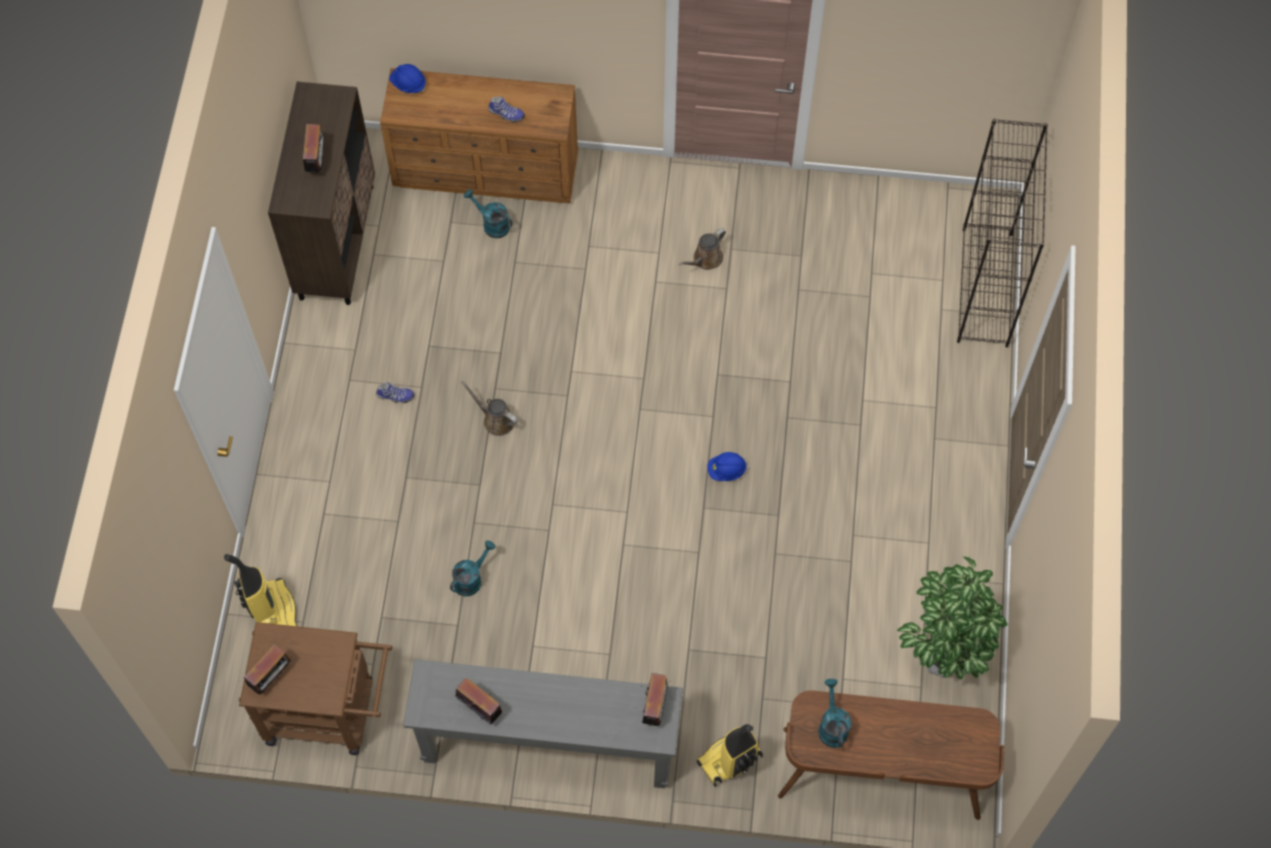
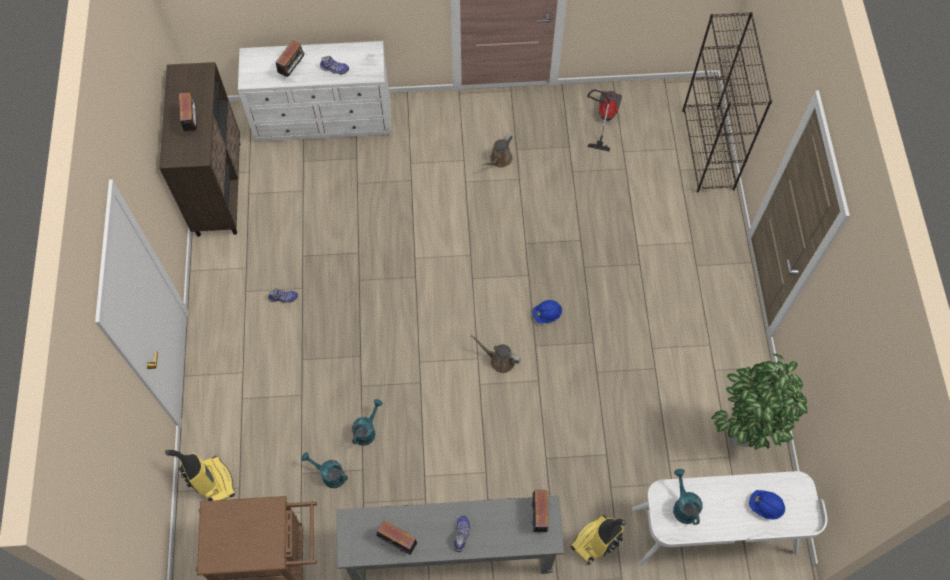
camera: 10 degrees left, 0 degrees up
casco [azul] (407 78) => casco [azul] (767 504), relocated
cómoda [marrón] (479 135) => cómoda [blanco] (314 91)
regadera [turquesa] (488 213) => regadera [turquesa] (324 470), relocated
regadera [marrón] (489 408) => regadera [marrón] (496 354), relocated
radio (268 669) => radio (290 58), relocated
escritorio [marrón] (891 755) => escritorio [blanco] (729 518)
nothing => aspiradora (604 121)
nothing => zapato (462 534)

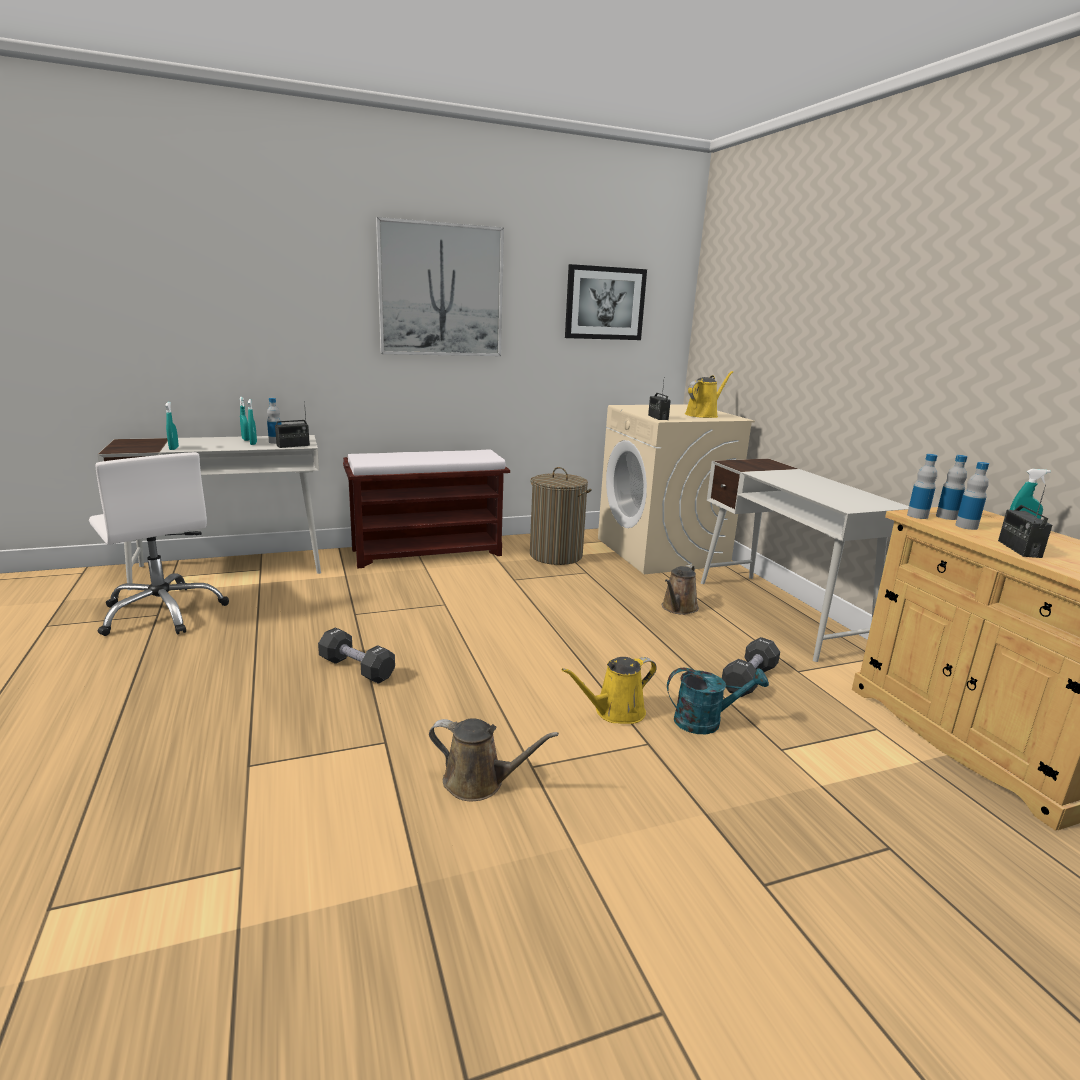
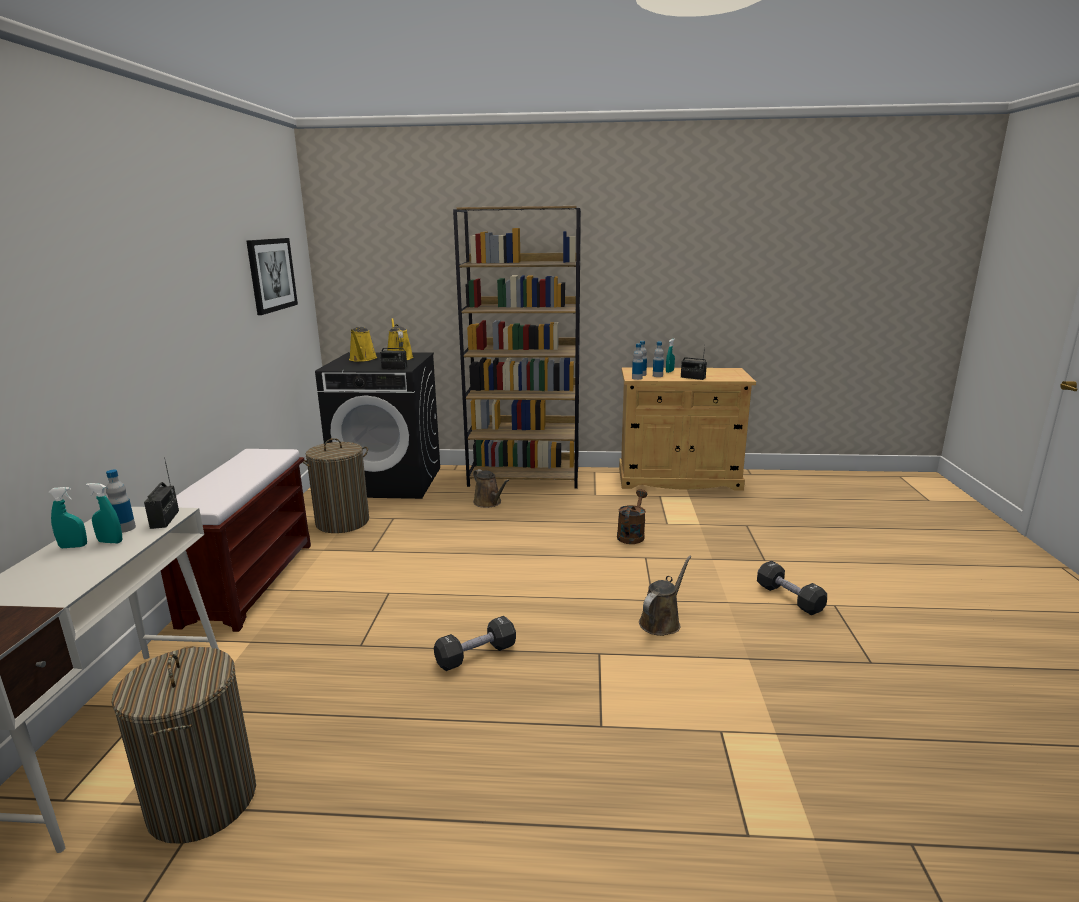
camera: 65 degrees left, 0 degrees up
cuadro (440 286) => nothing
pulverizador [turquesa] (172 426) => nothing
lavadora [beis] (676 489) => lavadora [negro] (377 425)
silla de oficina [blanco] (159 544) => cesto de la ropa (183 745)
escritorio [blanco] (805 560) => estantería [marrón] (517 347)
mancuerna [negro] (751 667) => mancuerna [negro] (792 588), relocated
regadera [amarillo] (609 690) => regadera [amarillo] (363 344), relocated
regadera [turquesa] (718 701) => regadera [marrón] (632 516)

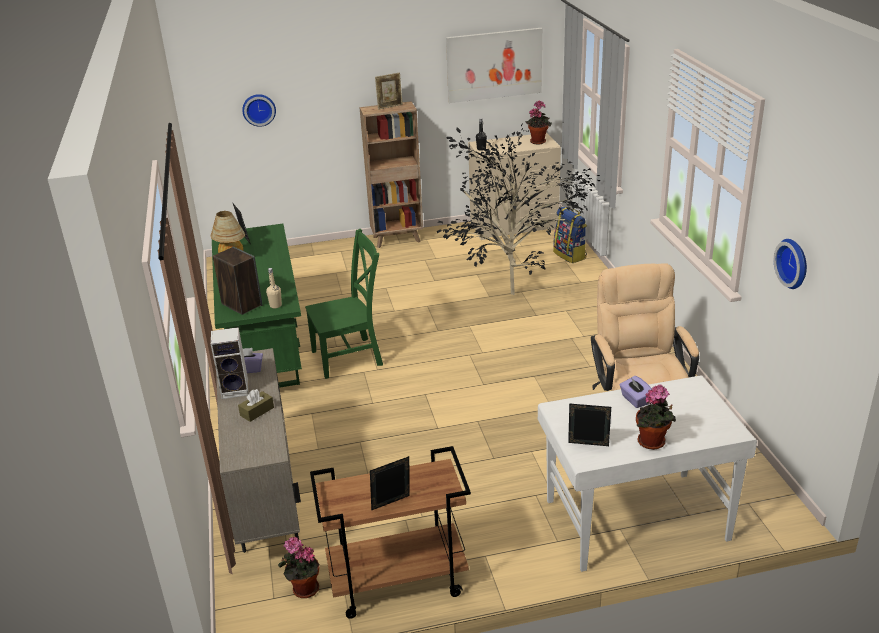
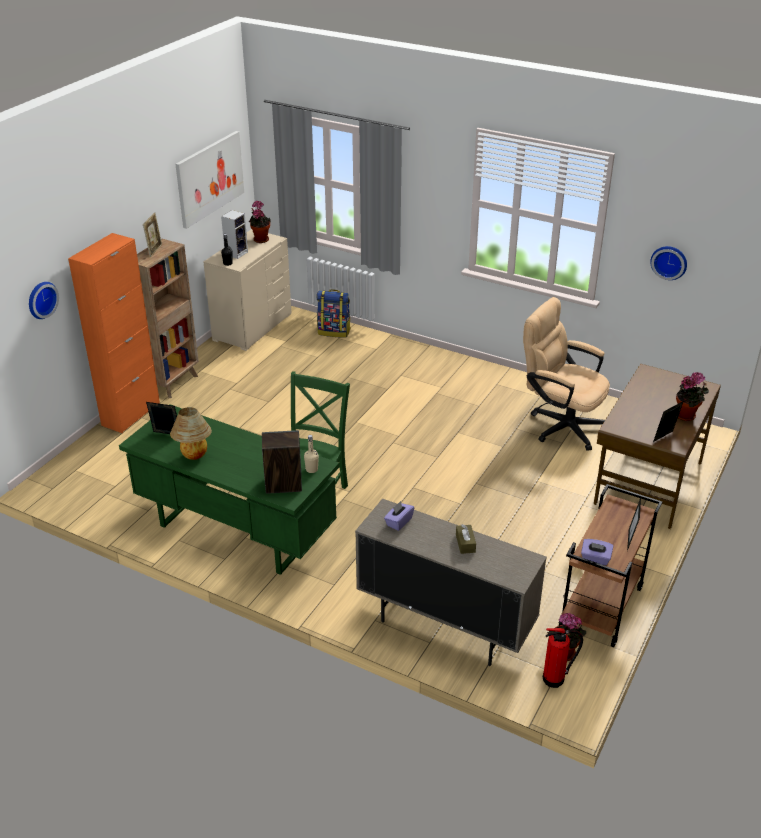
camera: 50 degrees left, 5 degrees up
planta en maceta (518 209) => nothing
altavoz (230 363) => altavoz (234 234), relocated
escritorio [blanco] (647 473) => escritorio [marrón] (657 446)
caja de pañuelos [morado] (636 392) => caja de pañuelos [morado] (597 552), relocated
nothing => armario [naranja] (114 333)
nothing => extintor (563 658)

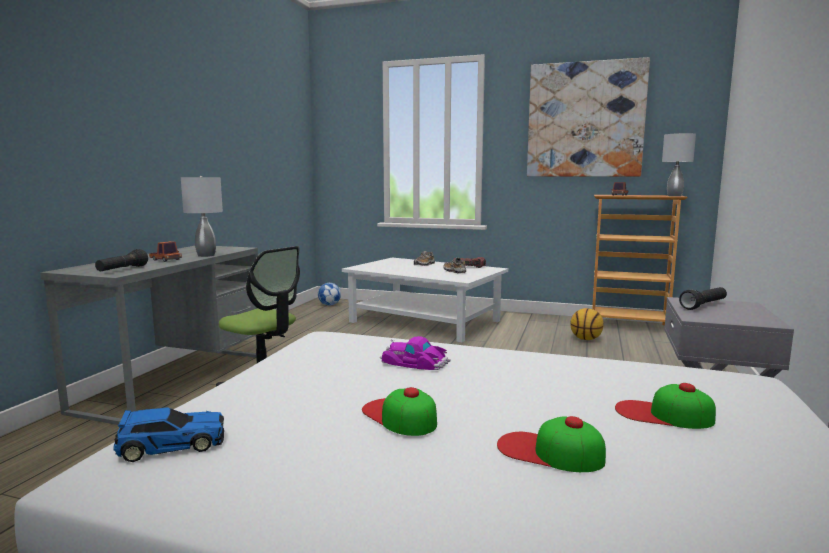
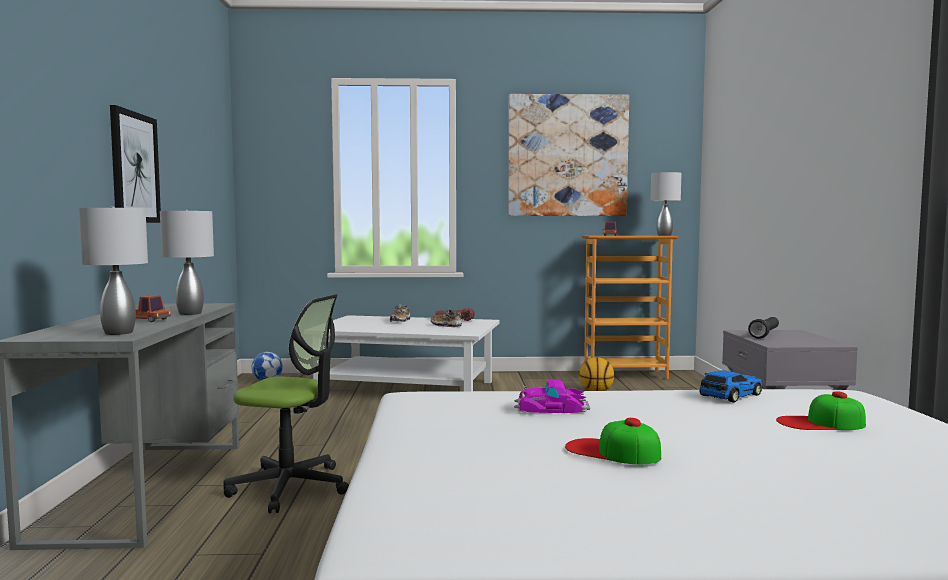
camera: 20 degrees left, 5 degrees down
linterna [negro] (121 260) => lámpara de mesa [gris] (113 270)
coche de juguete (169 434) => coche de juguete (731 386), relocated
gorra (551 444) => nothing
nothing => cuadro (135 164)

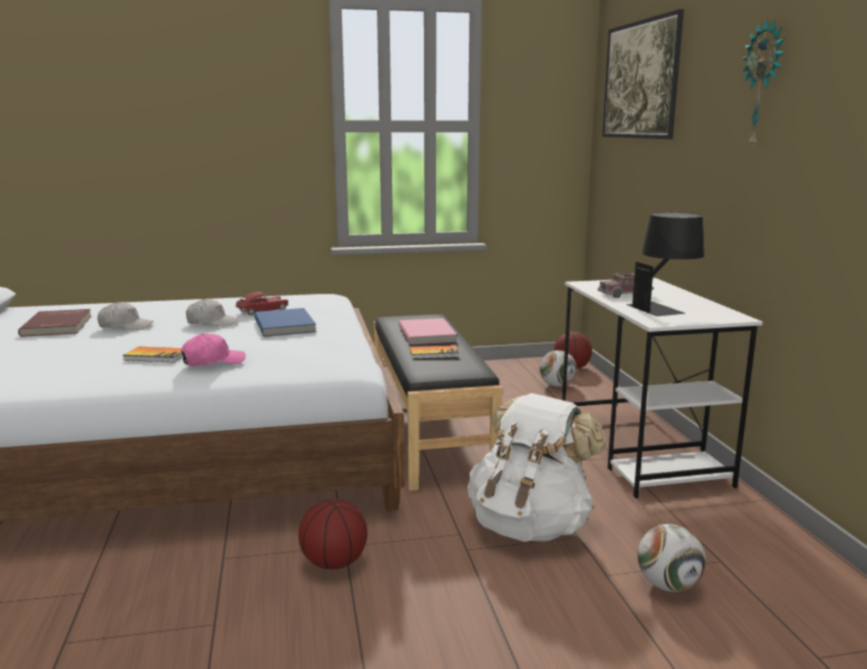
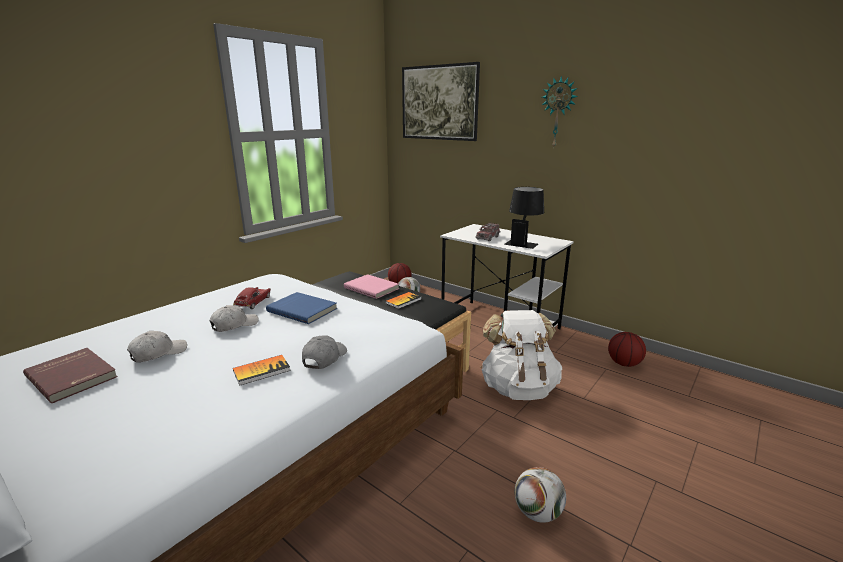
camera: 40 degrees left, 5 degrees up
gorra [rosa] (213 349) => gorra [gris] (324 352)
balón de baloncesto (333 534) => balón de baloncesto (627 349), relocated
balón de fútbol (671 558) => balón de fútbol (540 495), relocated

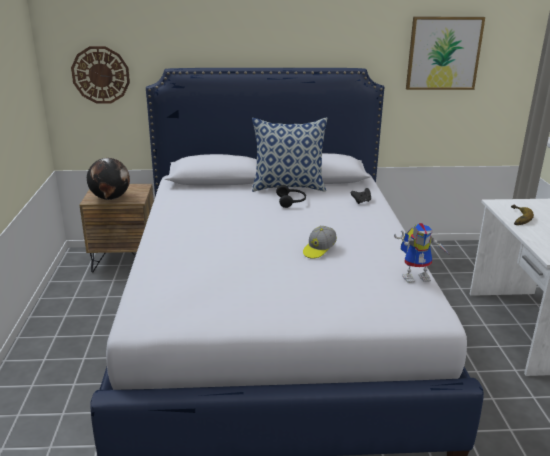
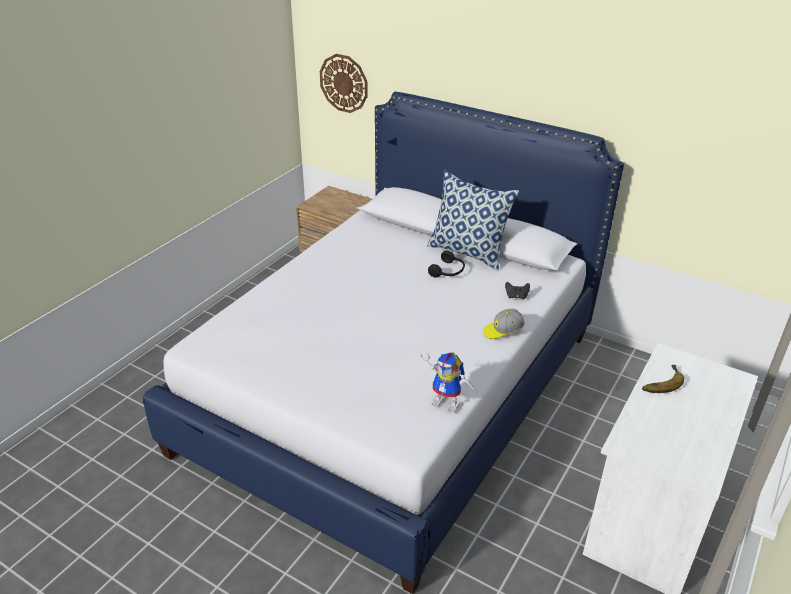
camera: 35 degrees right, 10 degrees up
cuadro (445 53) => nothing
globo terráqueo (108 179) => nothing
gorra (320 242) => gorra (504 324), relocated

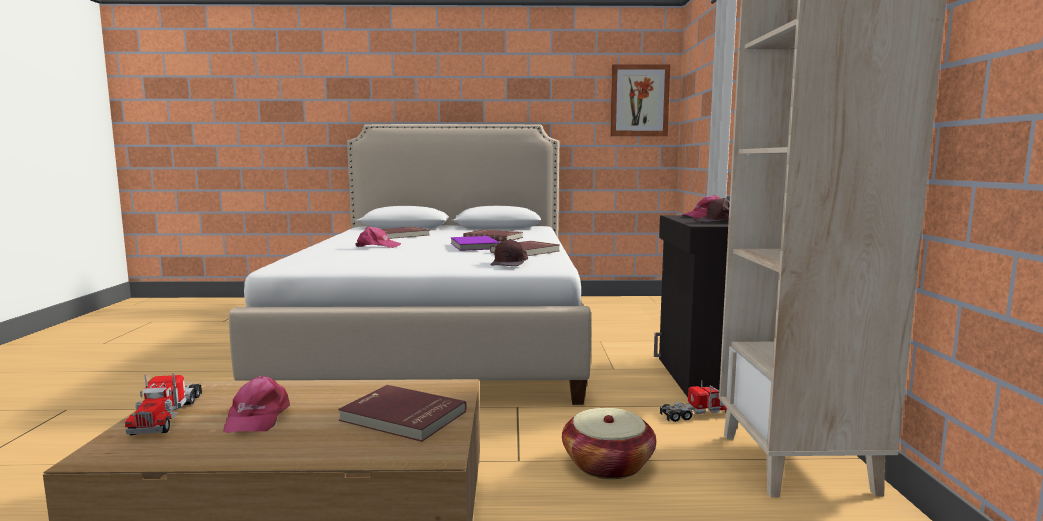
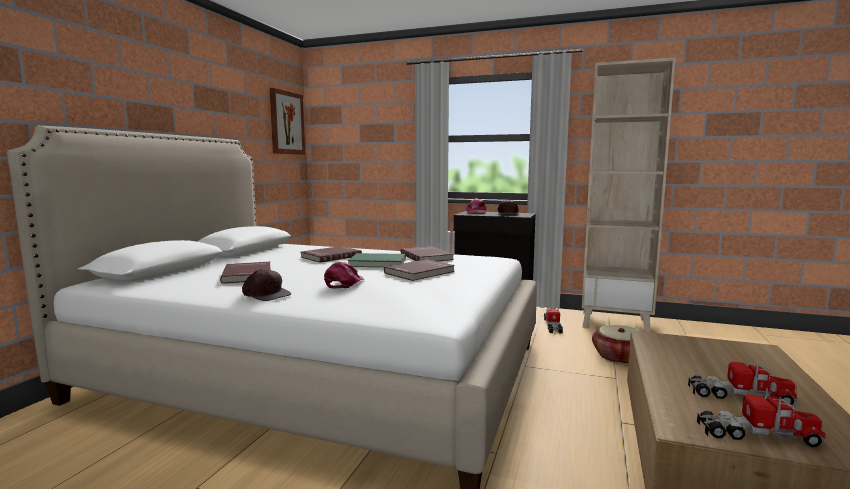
camera: 70 degrees left, 0 degrees up
libro [morado] (475 243) => libro [verde] (377 260)
gorra [marrón] (509 252) => gorra [marrón] (267 285), relocated
gorra [rosa] (256 404) => camión de juguete (743 381)
libro [rojo] (402 413) => libro [rojo] (419 270), relocated

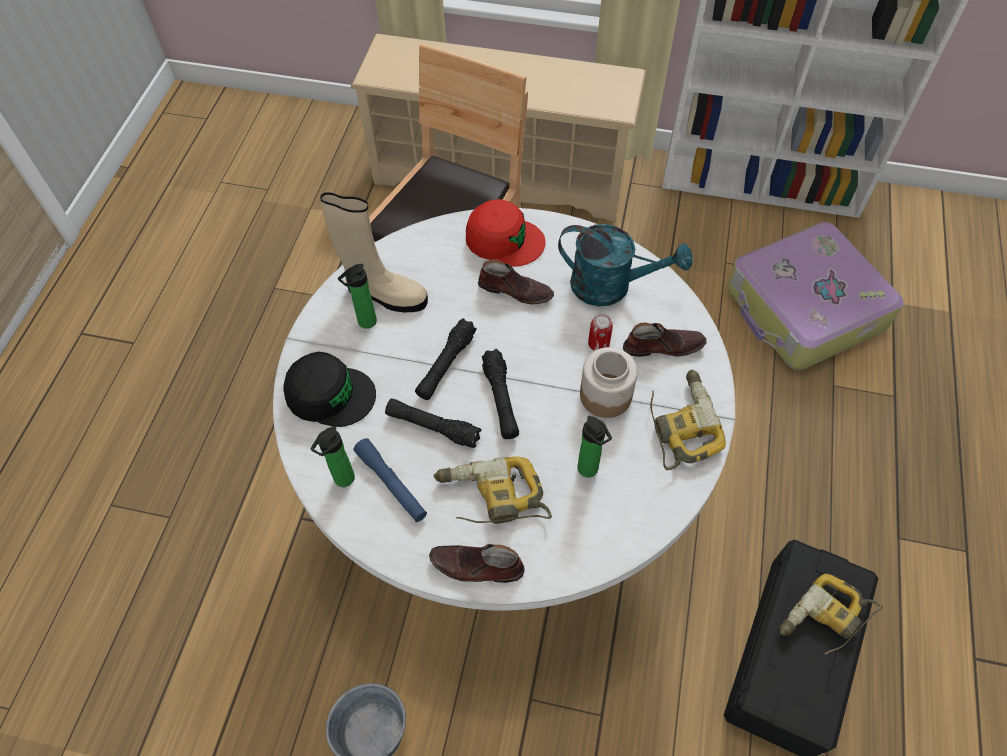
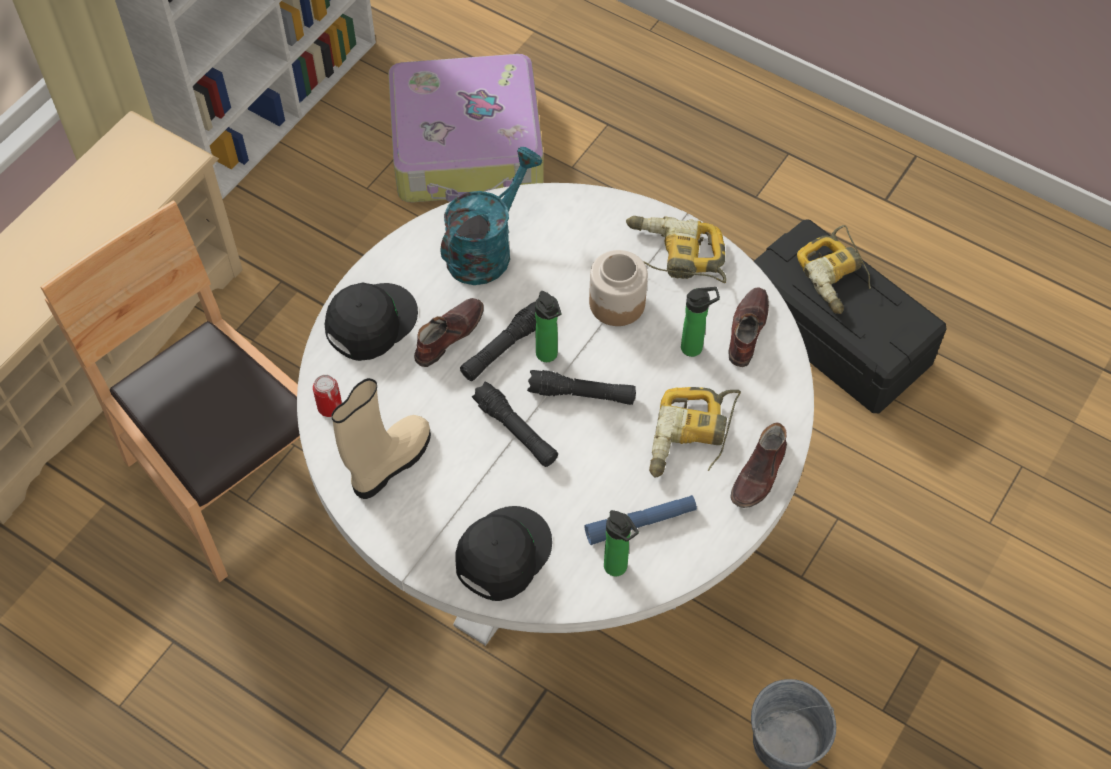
camera: 70 degrees left, 0 degrees up
gorra [rojo] (505 233) => gorra [negro] (371 322)
botella (357 296) => botella (548 326), relocated
lata (600 332) => lata (327 396), relocated
zapato [marrón] (664 340) => zapato [marrón] (748 327), relocated
linterna [negro] (433 423) => linterna [negro] (498 341), relocated

